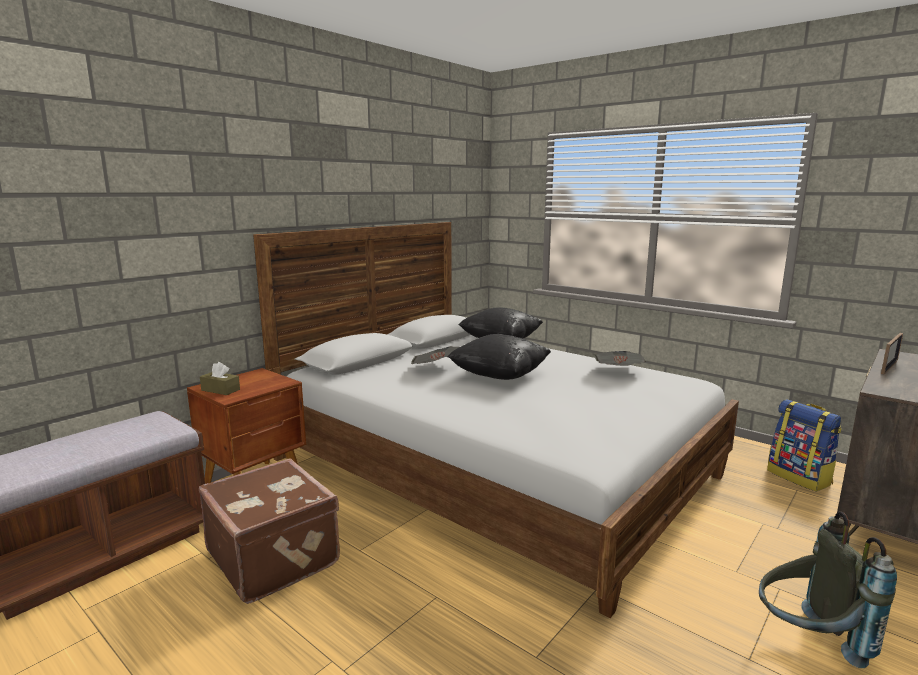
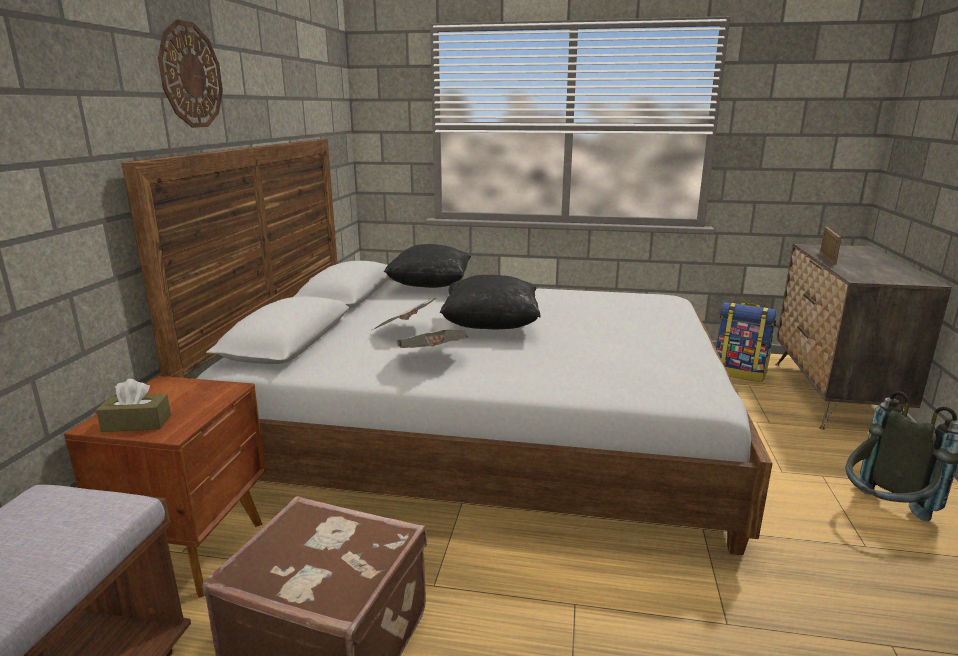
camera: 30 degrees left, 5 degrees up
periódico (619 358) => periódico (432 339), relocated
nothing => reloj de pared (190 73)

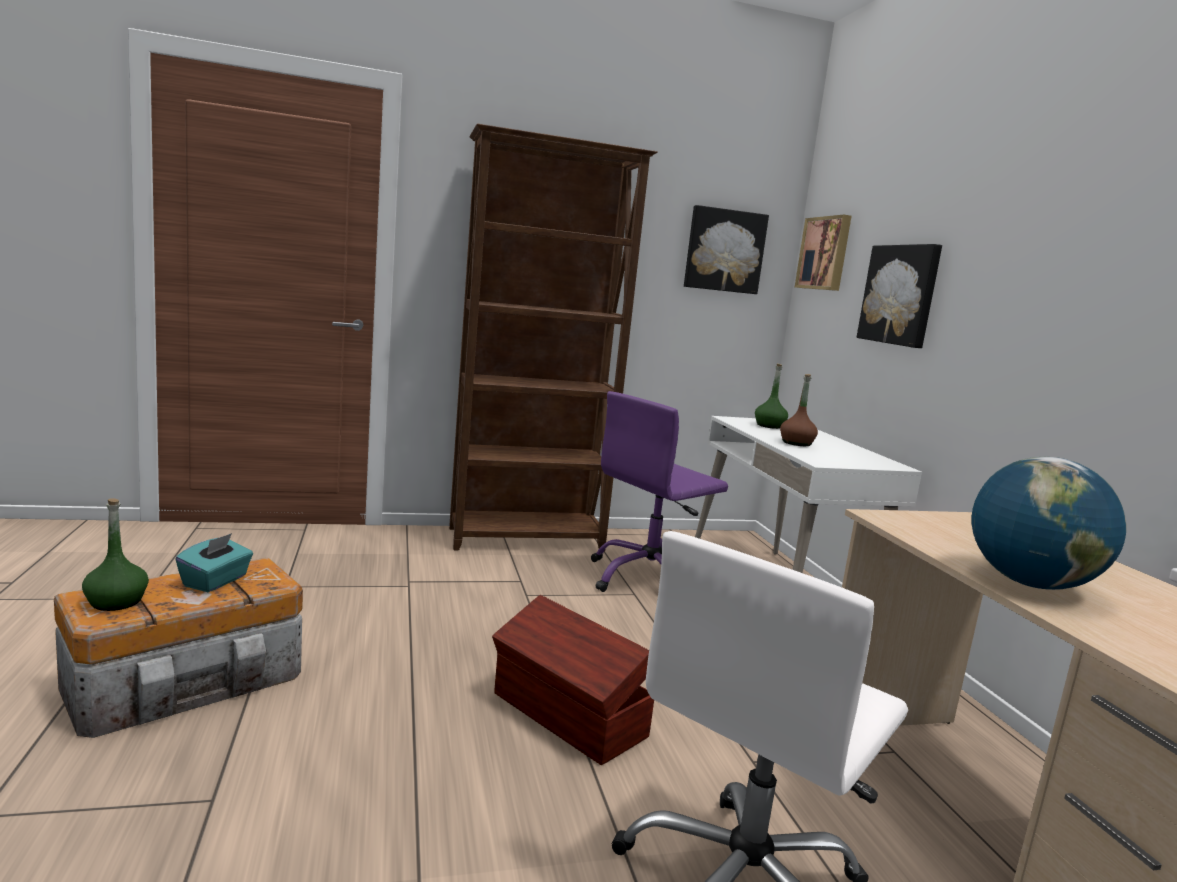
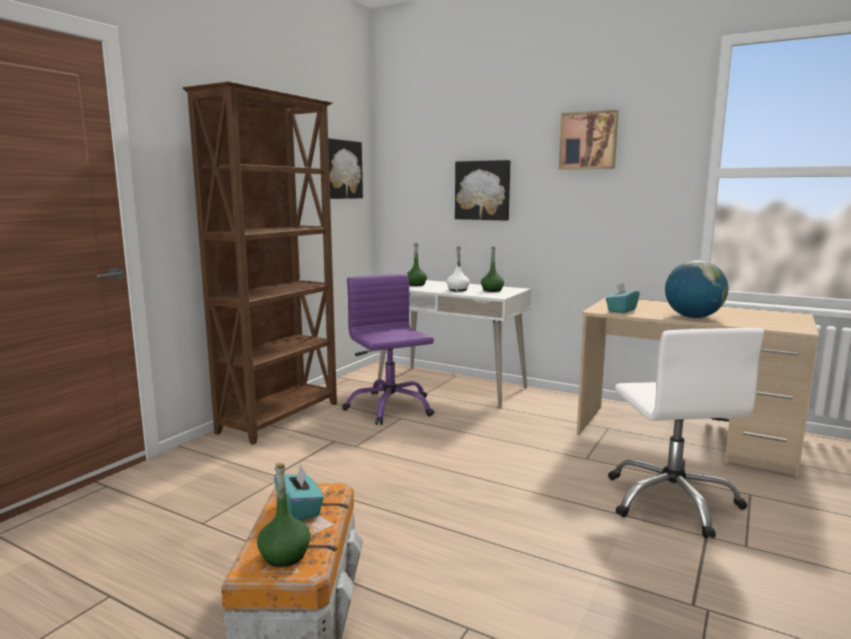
camera: 45 degrees left, 0 degrees up
cuadro (823 253) => cuadro (589 140), relocated
botella [marrón] (799 410) => botella [blanco] (458 269)
silla de oficina [morado] (659 491) => silla de oficina [morado] (388 349), 150 degrees clockwise
caja de almacenaje [marrón] (573 680) => nothing
nothing => botella [verde] (492 269)
nothing => caja de pañuelos [turquesa] (623 298)

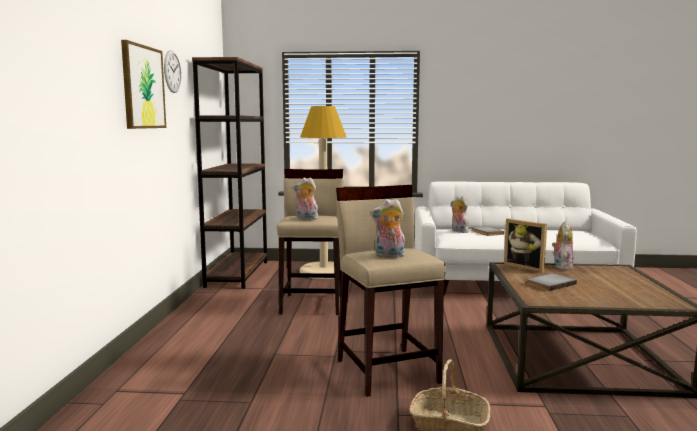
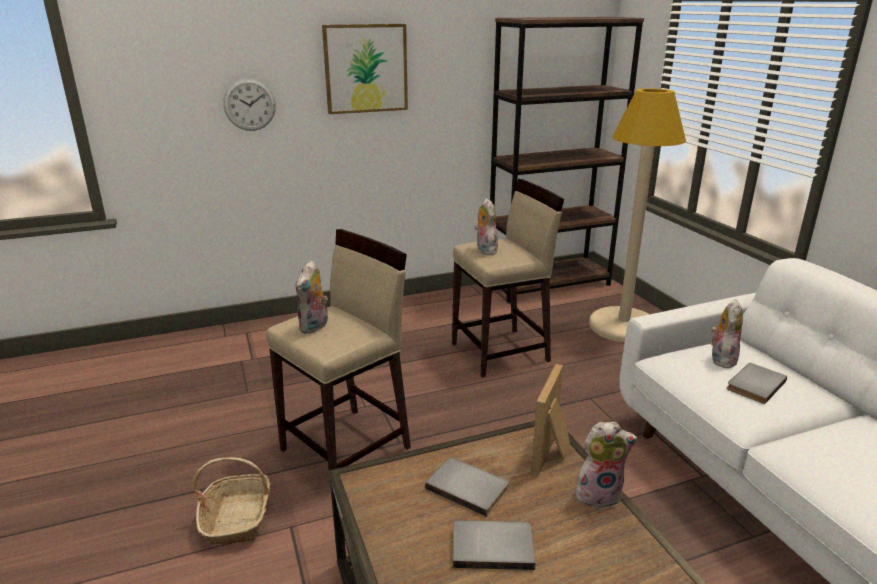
camera: 65 degrees right, 15 degrees up
reloj de pared (172 71) => reloj de pared (249 105), relocated
peluche (387 228) => peluche (312 297), 135 degrees counterclockwise
nothing => libro [gris] (494 545)

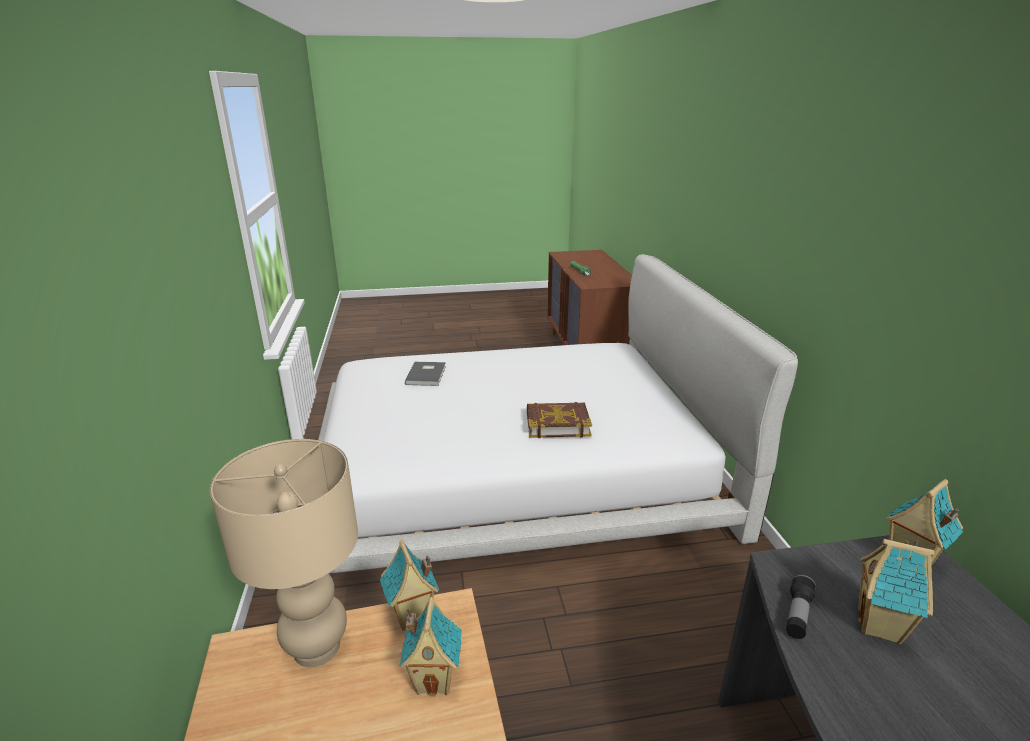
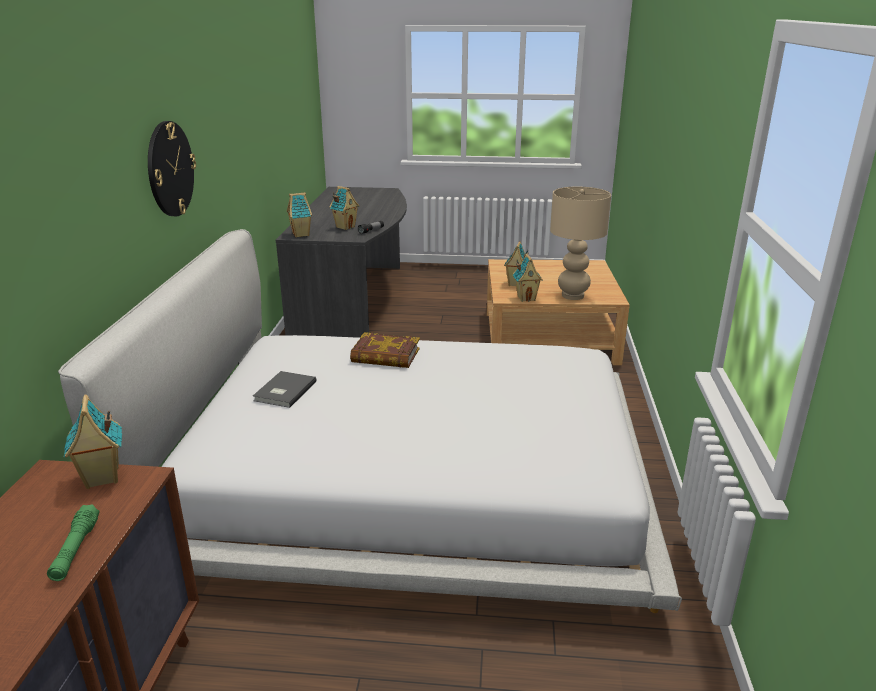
camera: 165 degrees left, 0 degrees up
libro [gris] (425 374) => libro [gris] (285 389), relocated
nothing => reloj de pared (172 168)
nothing => casita (93 441)

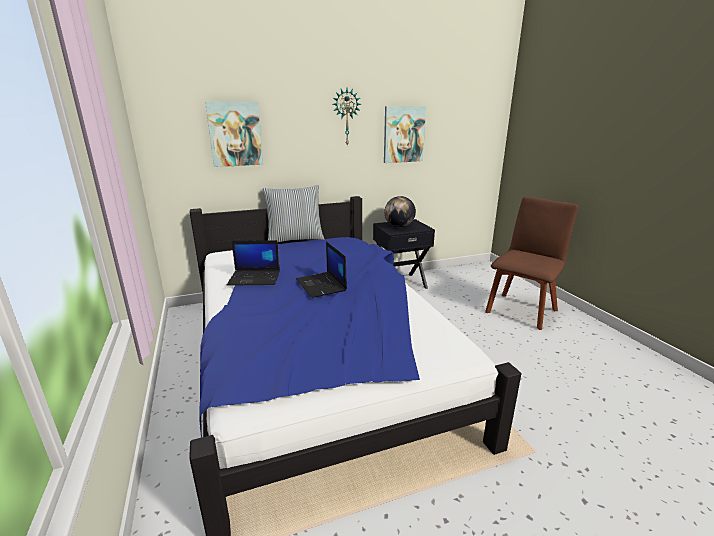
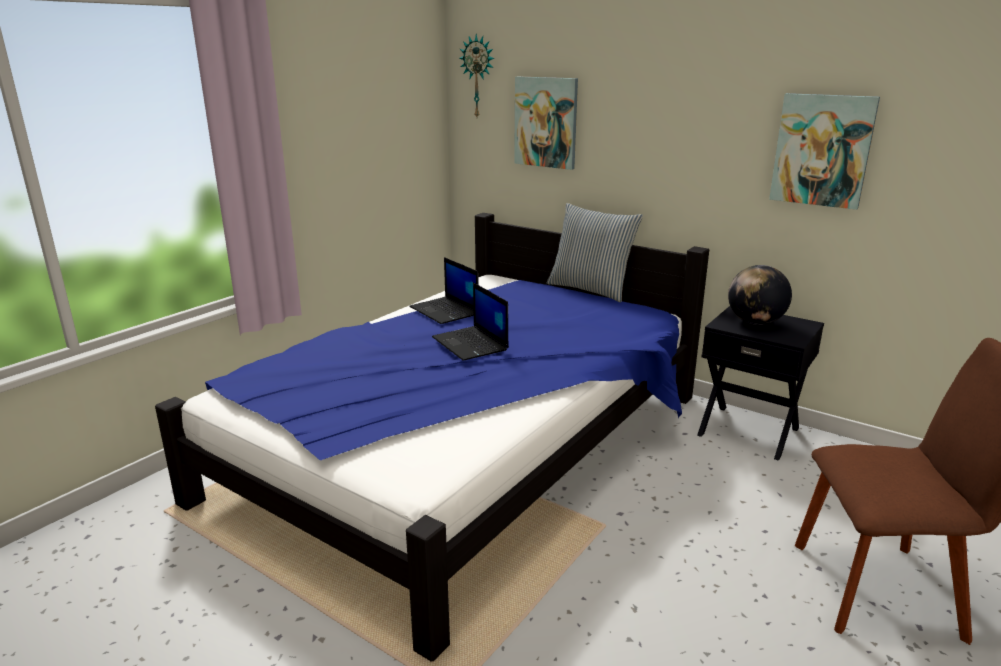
camera: 55 degrees right, 0 degrees up
reloj de pared (347 117) => reloj de pared (477 75), relocated
portátil (321 270) => portátil (470 321), 60 degrees counterclockwise

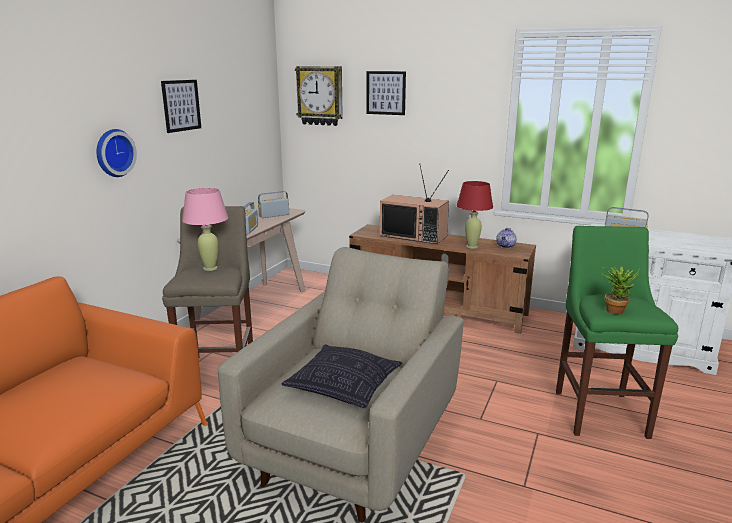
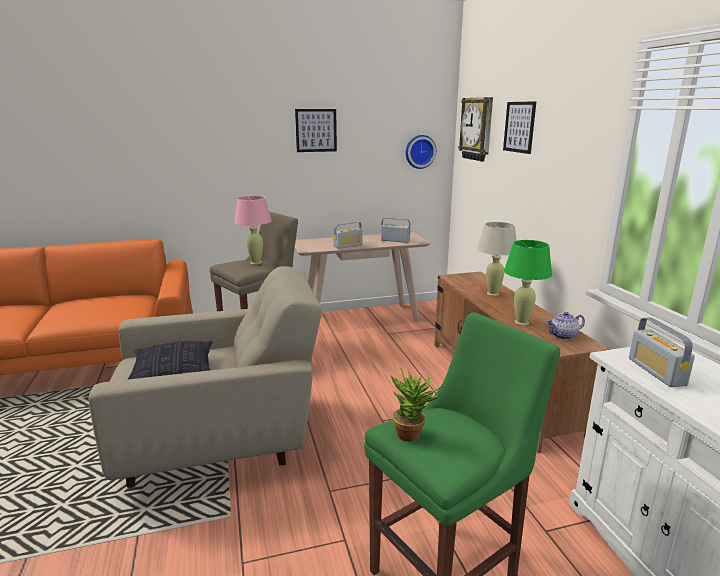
camera: 50 degrees right, 0 degrees up
reloj de pared (117 153) => reloj de pared (421 152), relocated
televisor (414 205) => lámpara de mesa [beis] (497 259)
lámpara de mesa [rojo] (475 215) => lámpara de mesa [verde] (528 282)

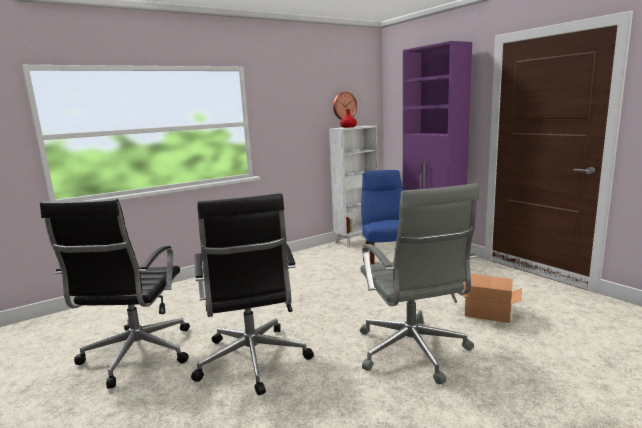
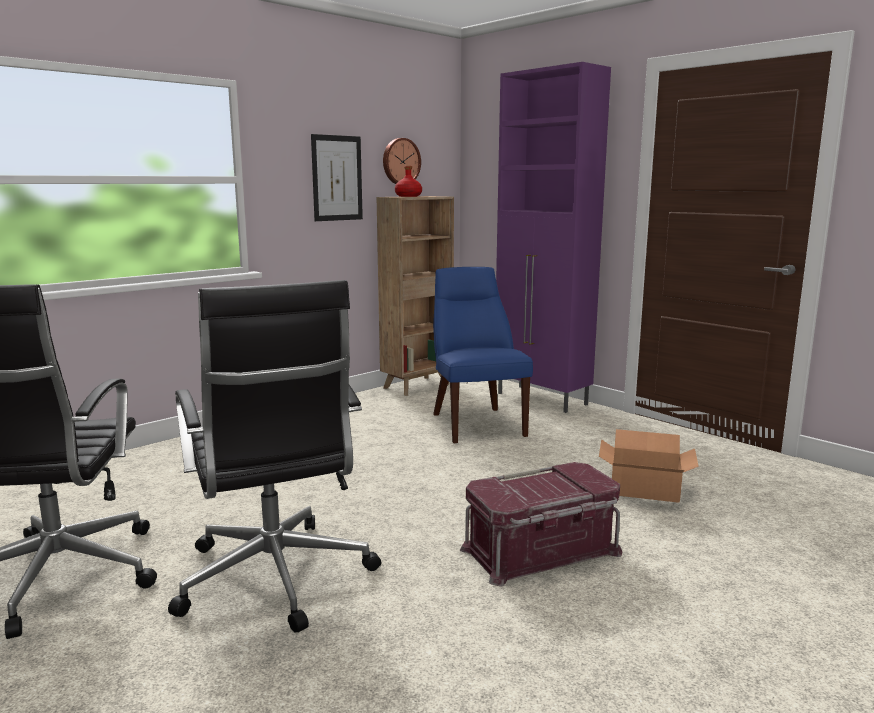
camera: 10 degrees left, 0 degrees up
estantería [blanco] (353 187) => estantería [marrón] (415 296)
silla de oficina [gris] (419 283) => caja de almacenaje [rojo] (541 524)
nothing => cuadro (337 177)

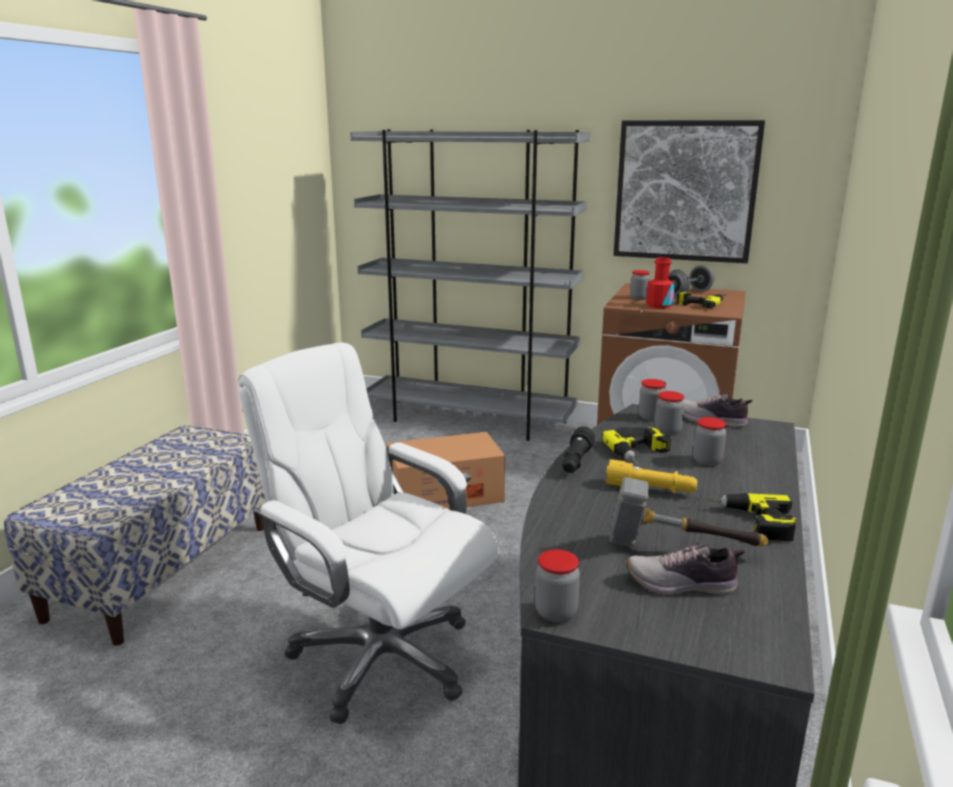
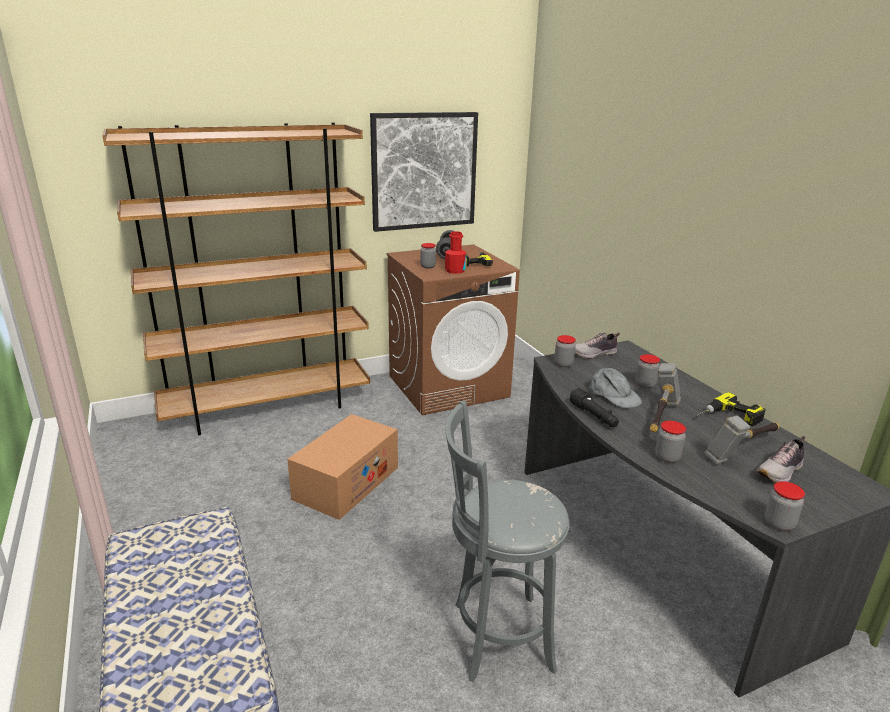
camera: 45 degrees left, 5 degrees up
estantería [gris] (470 285) => estantería [marrón] (236 279)
silla de oficina [blanco] (368 533) => taburete [gris] (507 541)
tarro (669 413) => tarro (670 442), relocated
taladro (636 448) => gorra [gris] (615 388)
linterna [amarillo] (651 476) => martillo (665 397)

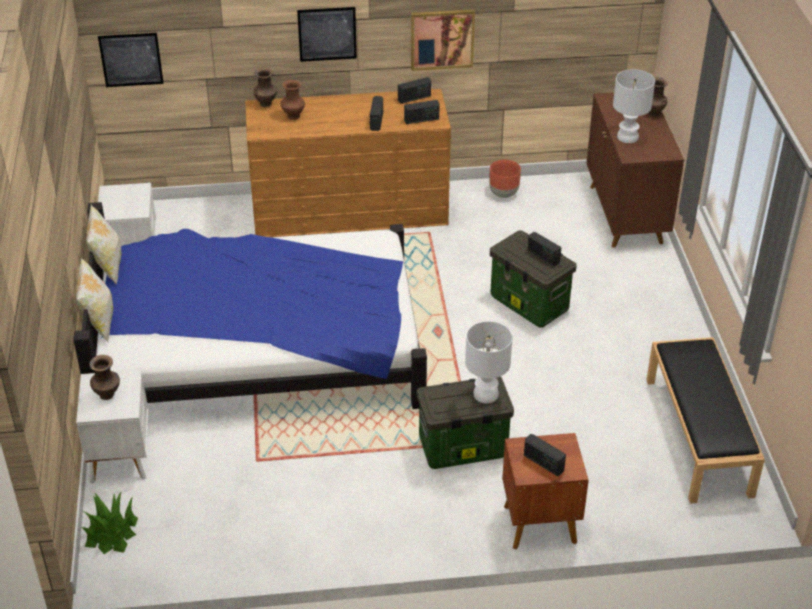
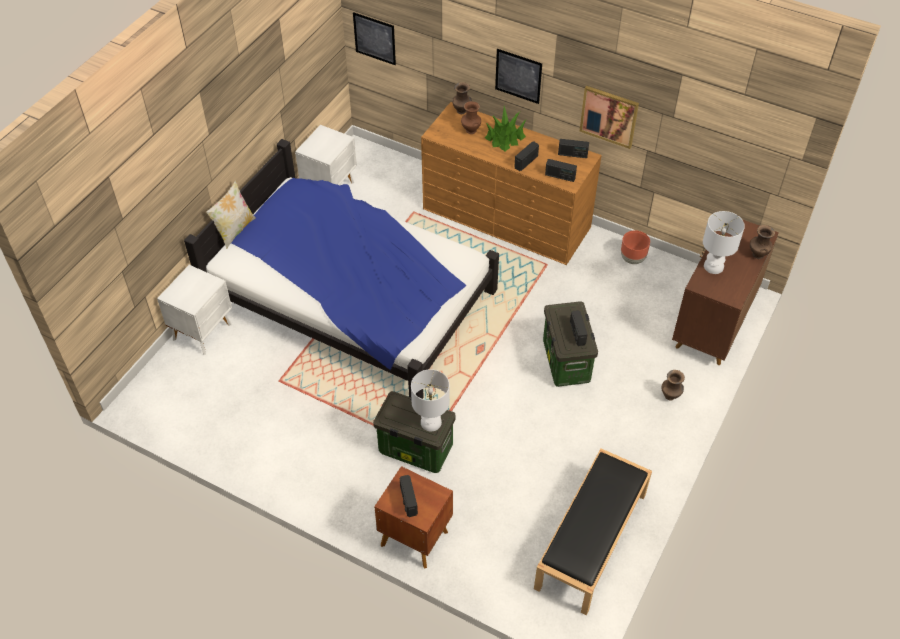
camera: 35 degrees right, 10 degrees up
cojín (104 245) => nothing
florero [marrón] (104 377) => florero [marrón] (673 385), relocated
planta en maceta (109 522) => planta en maceta (506 128), relocated

